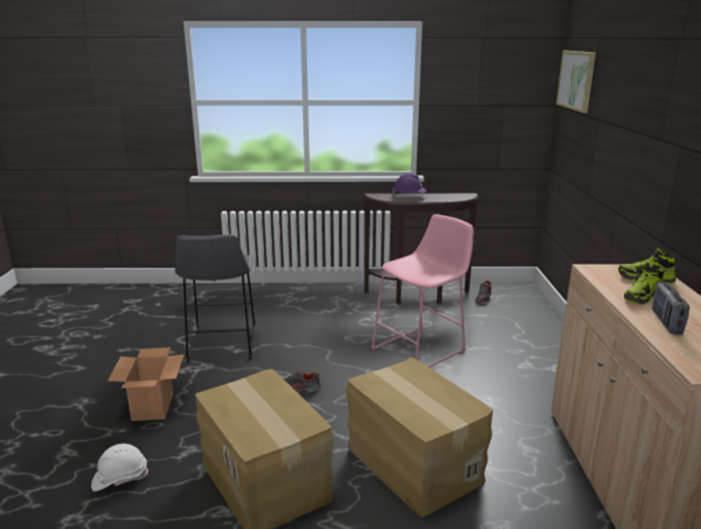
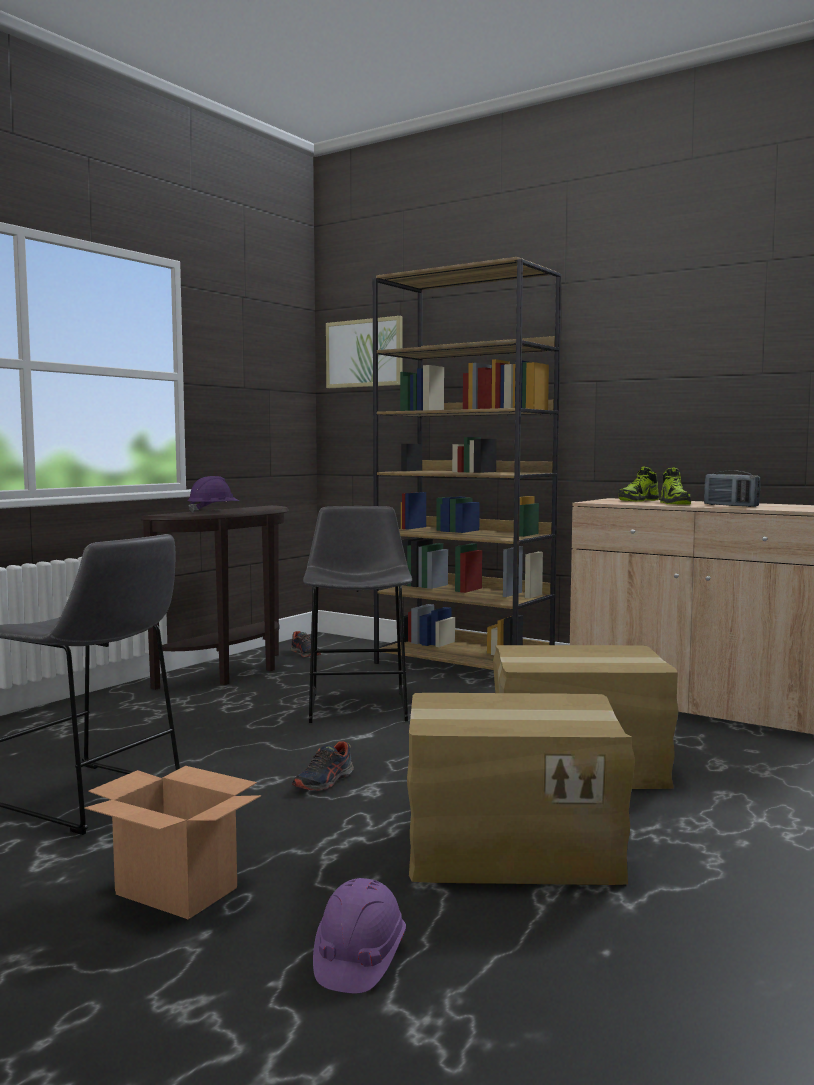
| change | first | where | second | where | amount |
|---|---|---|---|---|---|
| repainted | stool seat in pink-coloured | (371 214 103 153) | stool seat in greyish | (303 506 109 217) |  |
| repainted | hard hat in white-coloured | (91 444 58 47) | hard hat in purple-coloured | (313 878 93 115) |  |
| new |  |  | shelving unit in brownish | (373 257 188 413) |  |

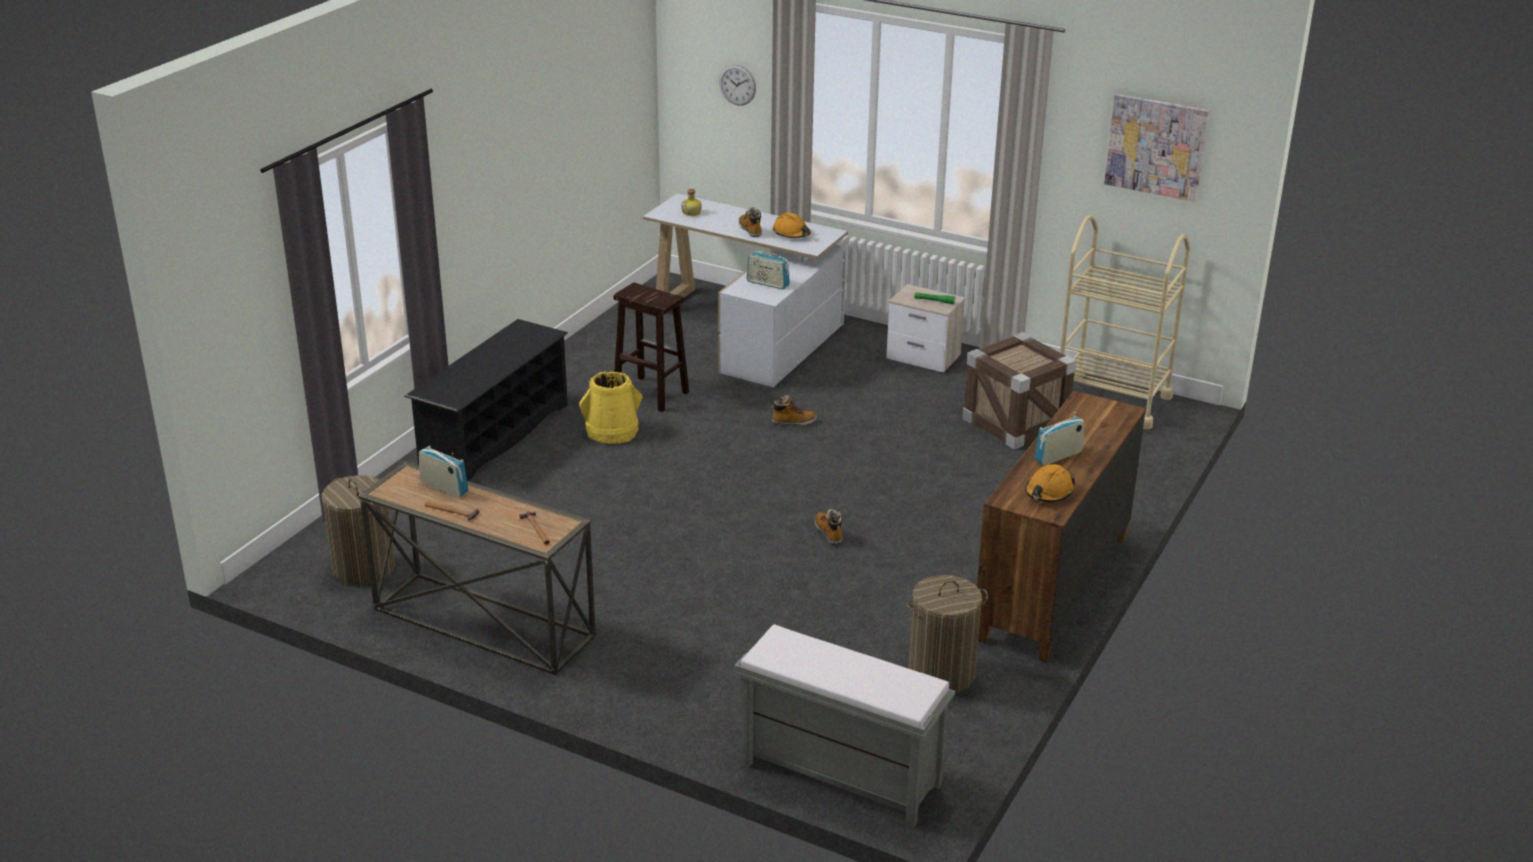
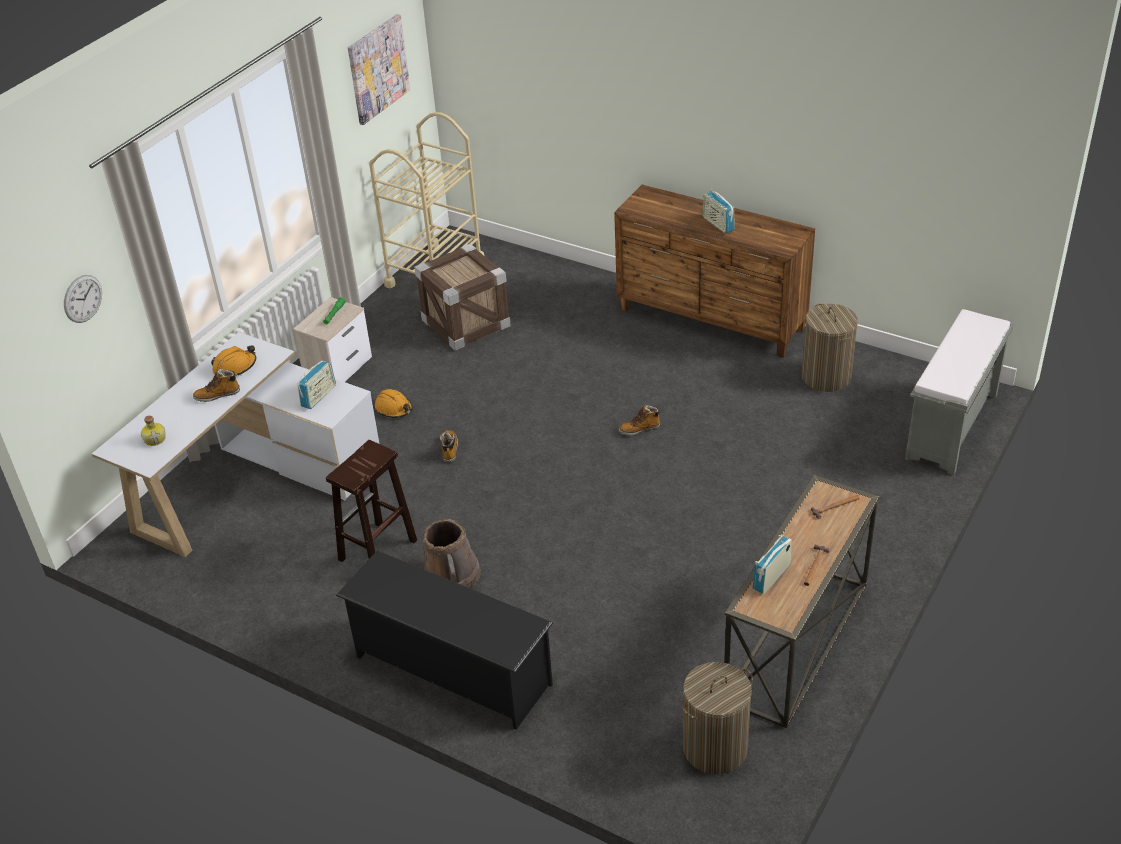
| change | first | where | second | where | amount |
|---|---|---|---|---|---|
| repainted | bucket in yellowish | (579 371 63 73) | bucket in brownish | (423 519 58 69) |  |
| shifted | hard hat in orangey | (1025 464 50 38) |  | (375 389 38 29) |  |

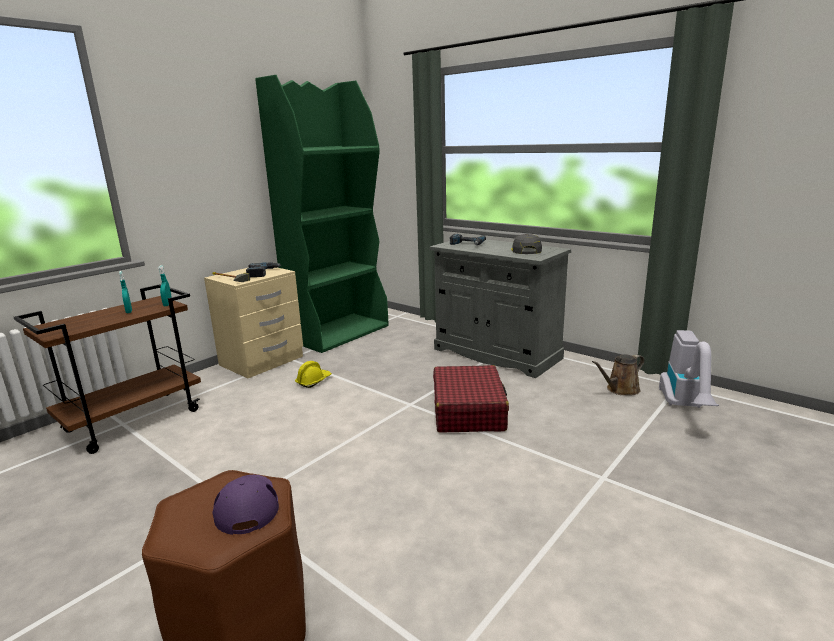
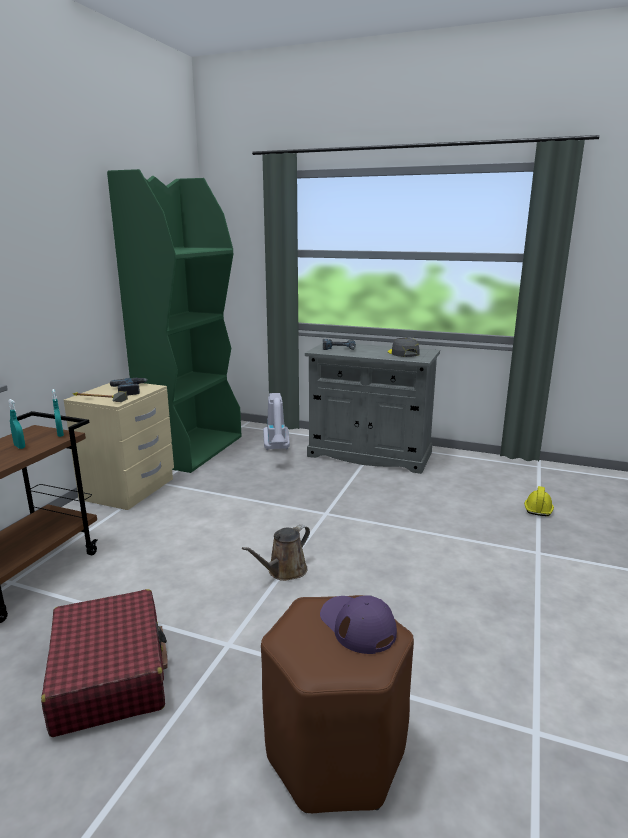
| change | first | where | second | where | amount |
|---|---|---|---|---|---|
| shifted | vacuum | (659 330 60 78) |  | (263 393 27 57) |  |
| shifted | sprinkling can in brownish | (592 354 52 41) |  | (242 525 68 56) |  |
| shifted | hard hat in yellowish | (295 361 37 27) |  | (524 486 30 30) |  |
| shifted | suitcase in red-coloured | (433 365 76 68) |  | (41 589 127 148) |  |

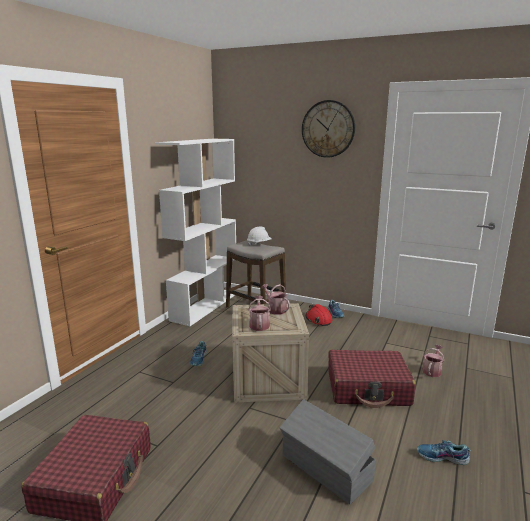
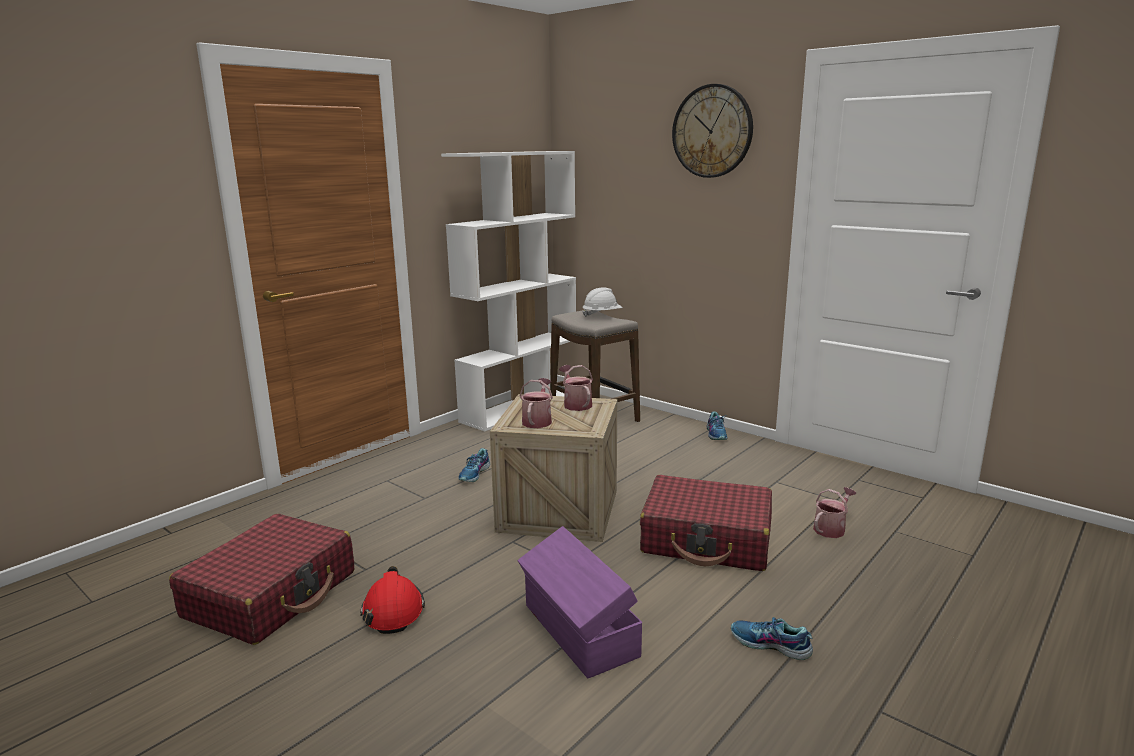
| change | first | where | second | where | amount |
|---|---|---|---|---|---|
| shifted | hard hat in red-coloured | (306 304 26 22) |  | (360 566 65 68) |  |
| repainted | storage box in greyish | (280 399 96 106) | storage box in purple-coloured | (517 526 125 152) |  |

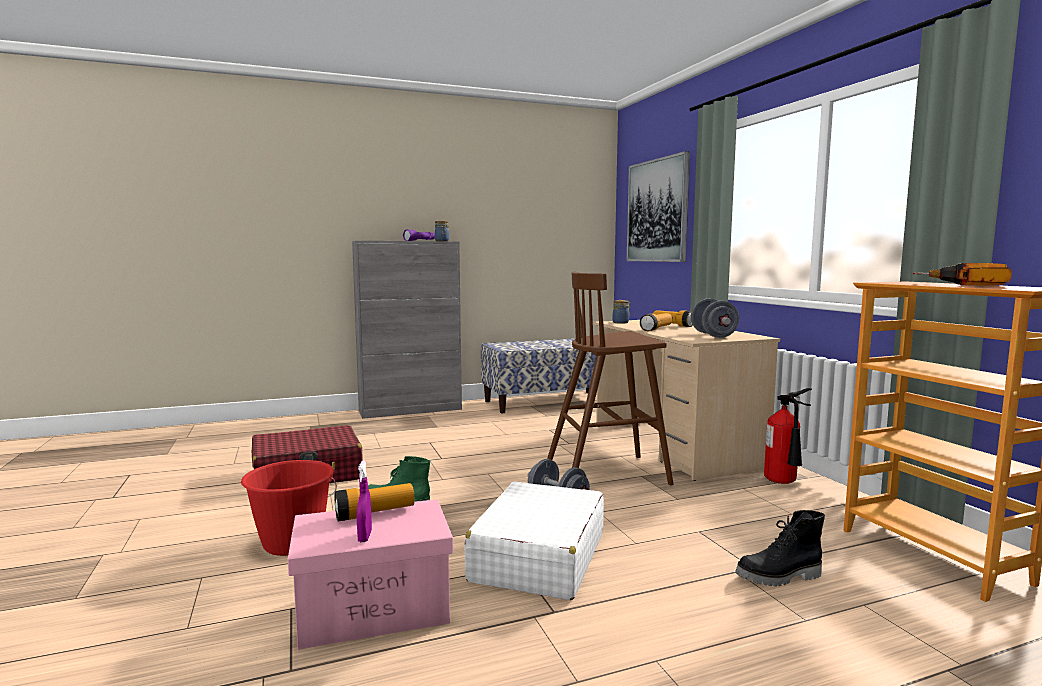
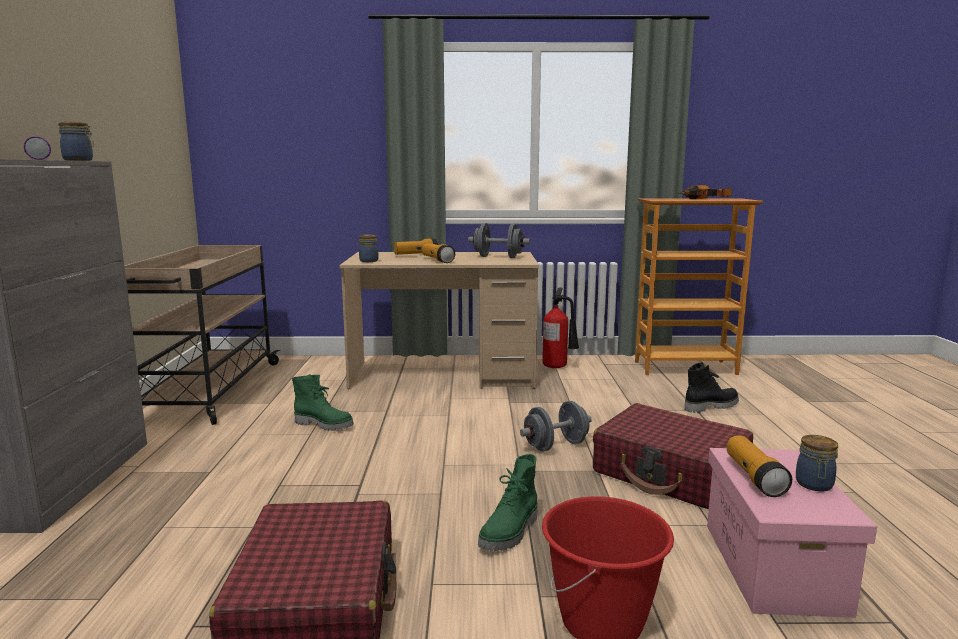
| change | first | where | second | where | amount |
|---|---|---|---|---|---|
| gone | wall picture | (627 151 63 111) |  |  |  |
| gone | stool seat in brownish | (547 271 126 214) |  |  |  |
| swapped | indoor bench | (481 338 115 75) | trolley in sand-coloured | (124 245 156 180) |  |
| swapped | spray bottle in purple-coloured | (357 461 15 81) | jar | (796 435 42 57) |  |
| repainted | suitcase in white-coloured | (464 482 140 118) | suitcase in red-coloured | (593 403 160 106) |  |
| rotated | tall boot in blackish | (735 510 90 76) |  | (684 362 55 51) | 120 degrees counterclockwise |
| new |  |  | tall boot in green-coloured | (292 374 62 57) |  |

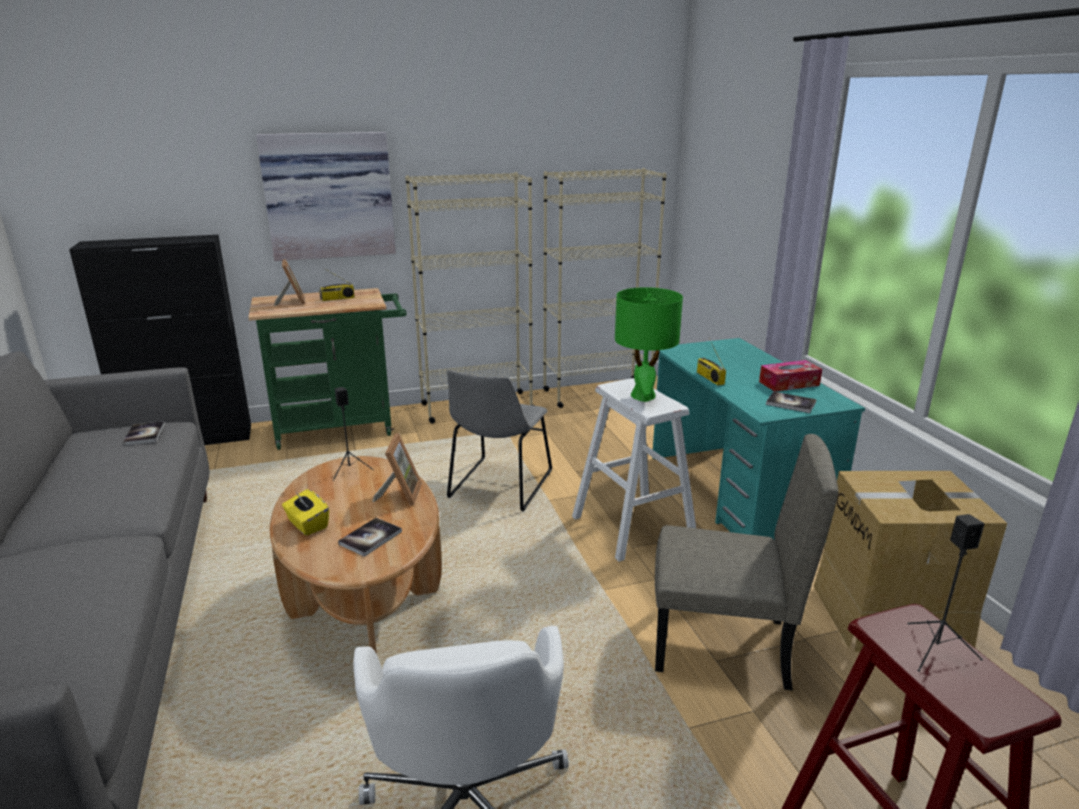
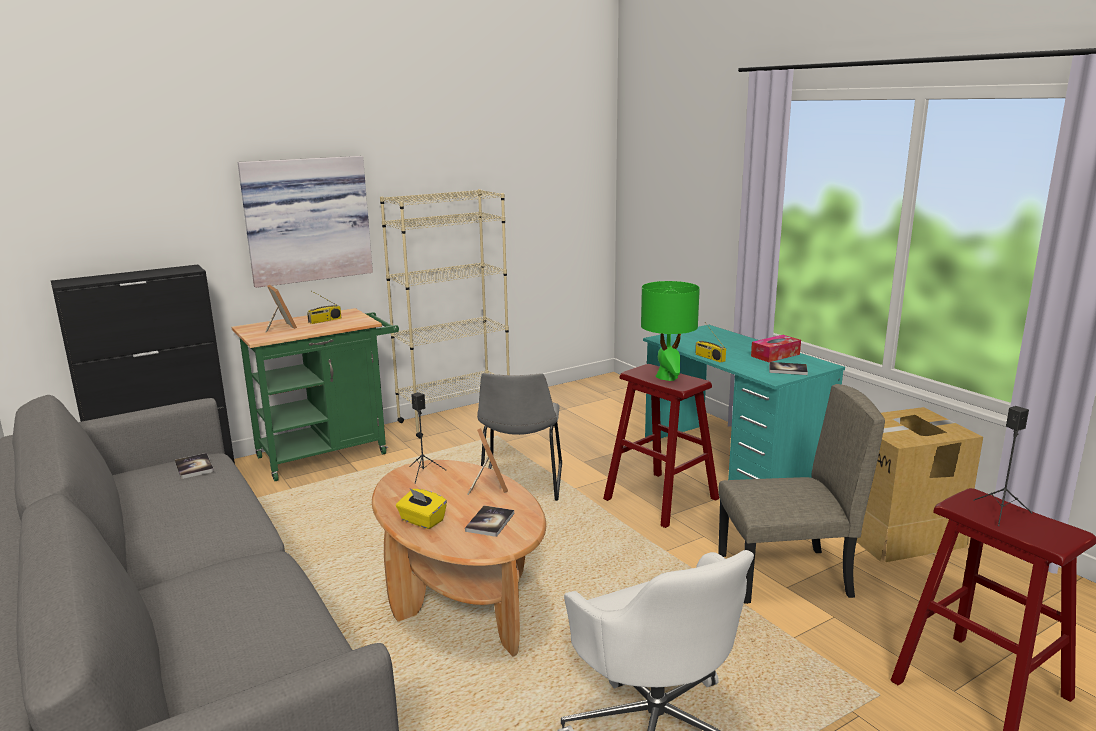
| change | first | where | second | where | amount |
|---|---|---|---|---|---|
| gone | shelving unit in sand-coloured | (543 168 124 240) |  |  |  |
| repainted | stool seat in white-coloured | (572 378 124 184) | stool seat in red-coloured | (603 364 116 164) |  |

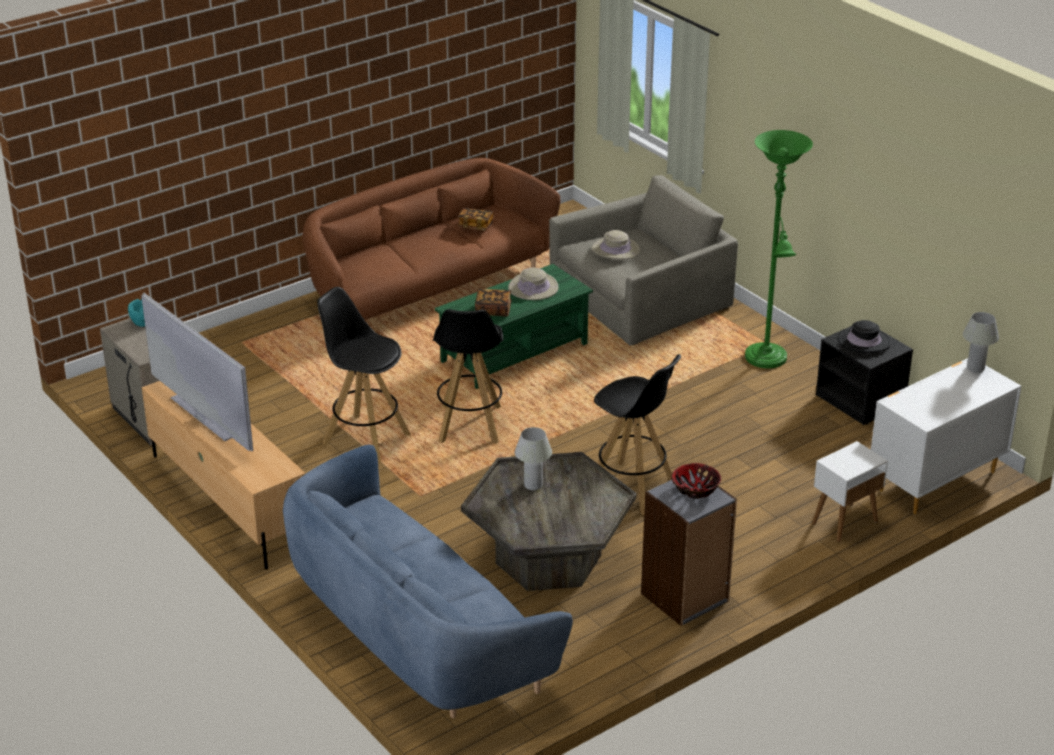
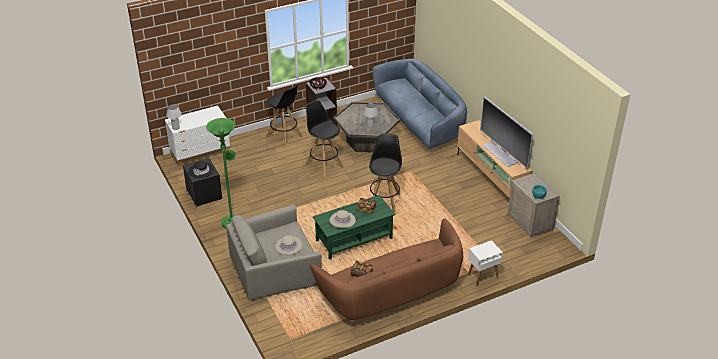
| change | first | where | second | where | amount |
|---|---|---|---|---|---|
| shifted | stool seat in blackish | (317 287 94 177) |  | (266 84 37 63) |  |
| shifted | side table in white-coloured | (812 441 76 101) |  | (467 240 36 46) |  |

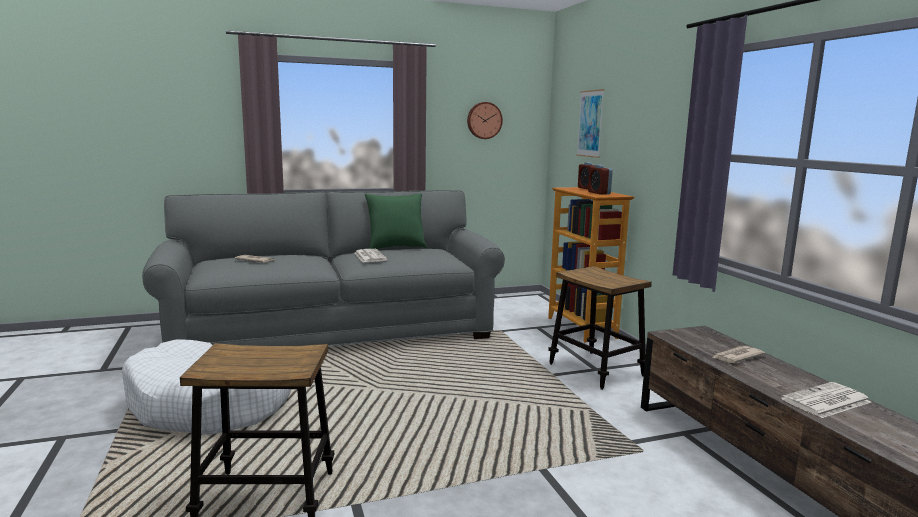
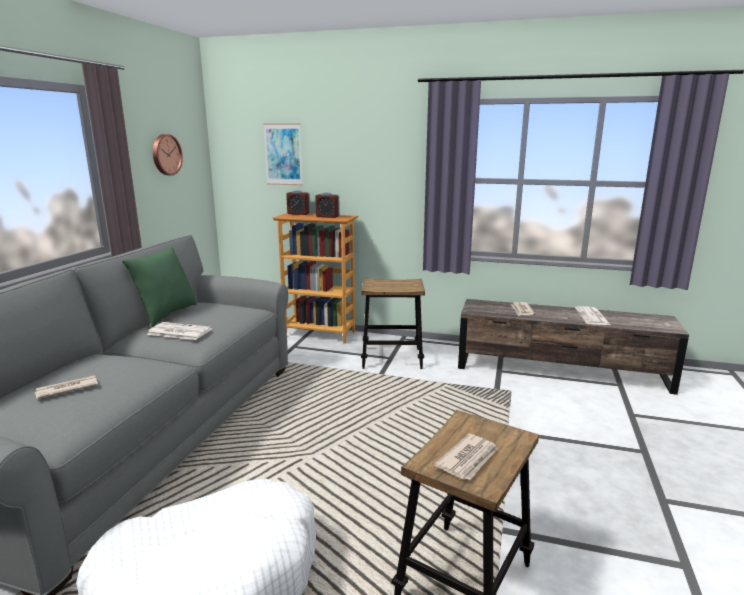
| change | first | where | second | where | amount |
|---|---|---|---|---|---|
| new |  |  | printed paper | (434 434 64 46) |  |

